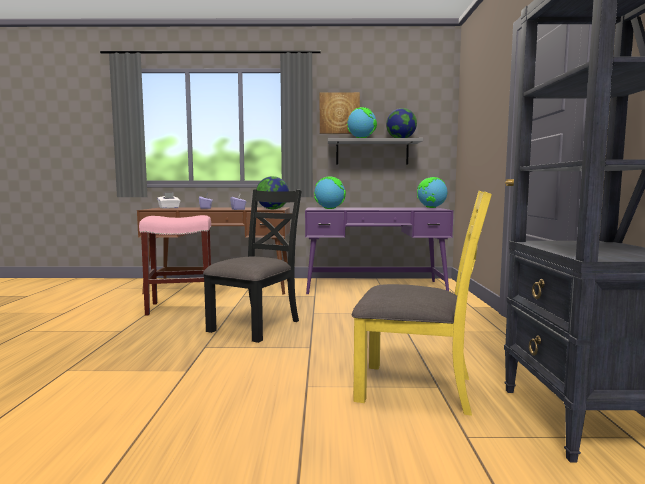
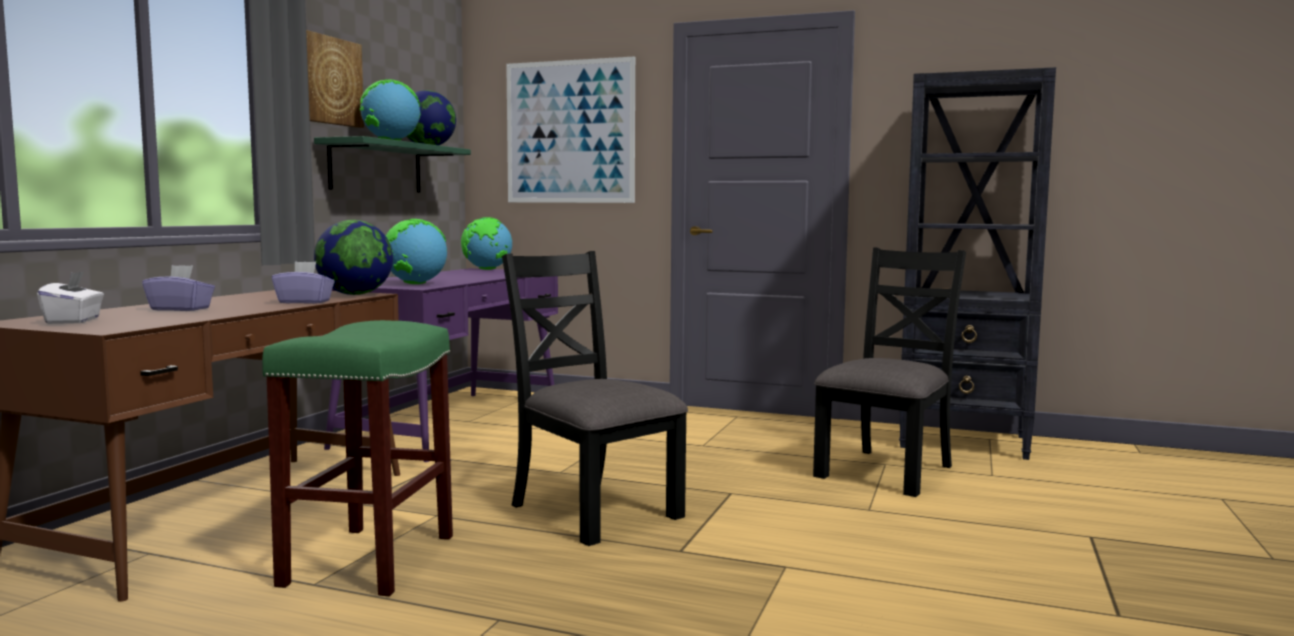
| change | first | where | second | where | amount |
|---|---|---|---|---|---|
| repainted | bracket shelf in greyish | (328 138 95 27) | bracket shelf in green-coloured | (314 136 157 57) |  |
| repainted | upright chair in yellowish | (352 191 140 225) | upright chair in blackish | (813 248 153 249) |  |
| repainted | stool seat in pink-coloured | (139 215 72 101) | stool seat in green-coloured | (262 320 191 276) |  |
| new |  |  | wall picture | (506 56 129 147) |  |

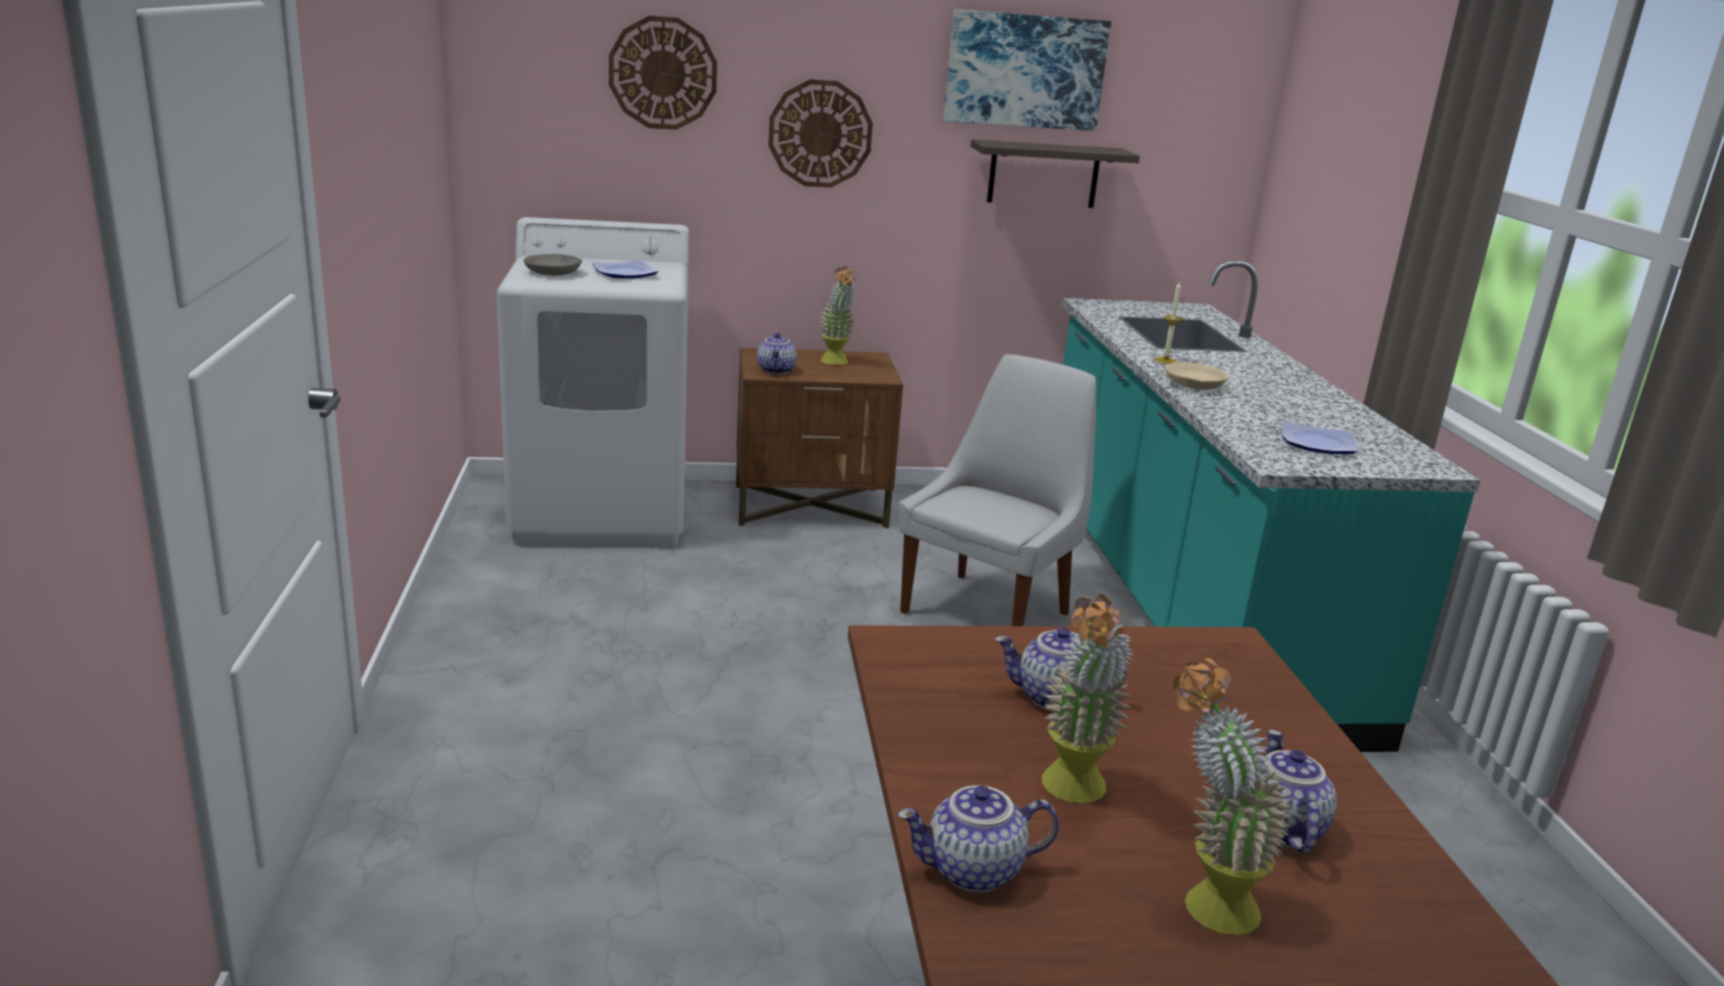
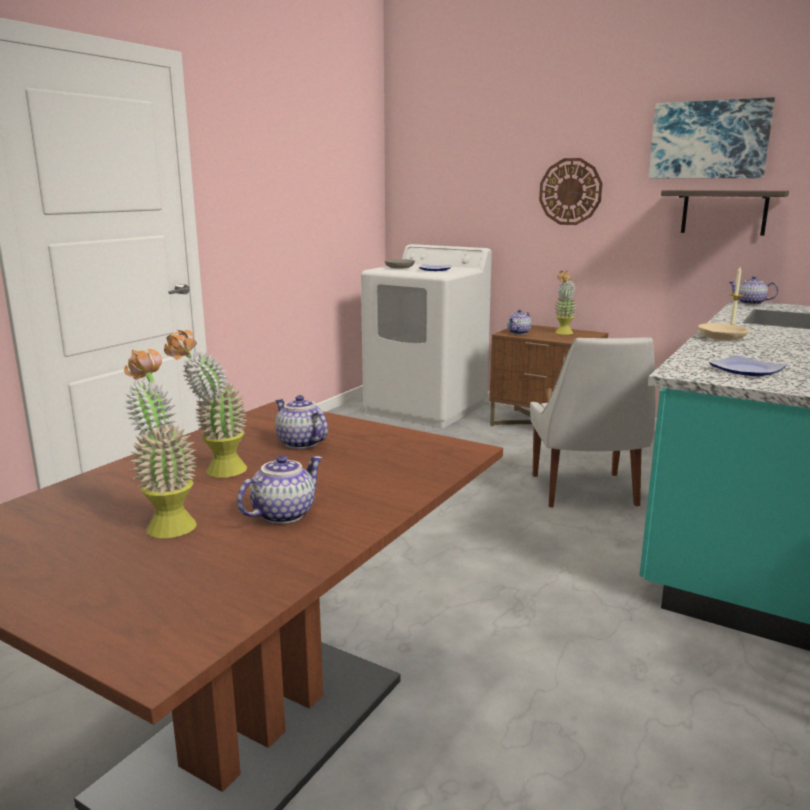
| change | first | where | second | where | amount |
|---|---|---|---|---|---|
| gone | wall clock | (609 16 108 114) |  |  |  |
| rotated | upright chair in white-coloured | (899 354 197 272) |  | (530 337 125 171) | 105 degrees clockwise |
| shifted | teapot | (898 785 161 108) |  | (729 276 50 29) |  |

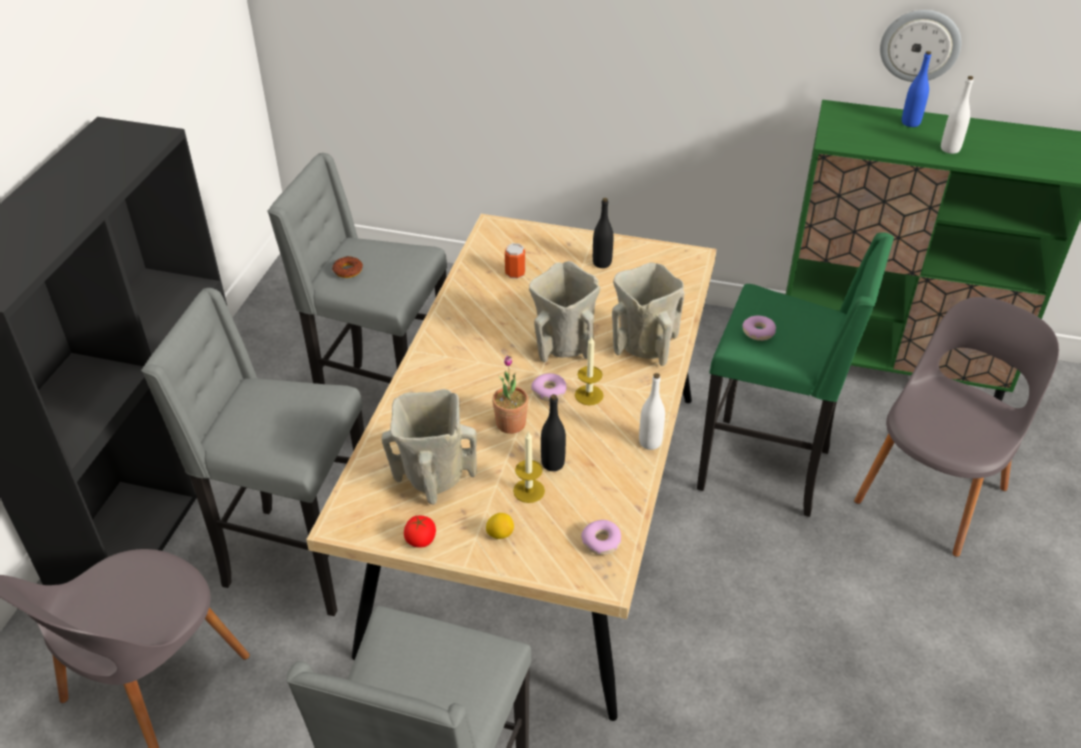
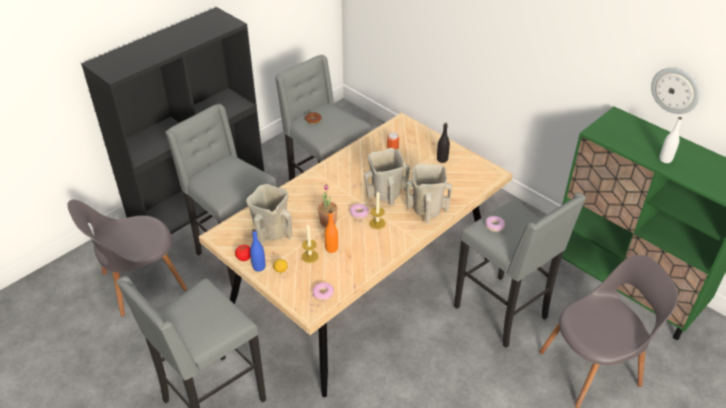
| change | first | where | second | where | amount |
|---|---|---|---|---|---|
| shifted | beverage bottle in blue-coloured | (902 51 29 76) |  | (250 229 16 43) |  |
| repainted | stool seat in green-coloured | (697 232 197 285) | stool seat in greyish | (454 193 132 155) |  |
| gone | beverage bottle in white-coloured | (639 373 26 77) |  |  |  |
| repainted | beverage bottle in blackish | (541 394 25 77) | beverage bottle in orangey | (324 210 14 43) |  |

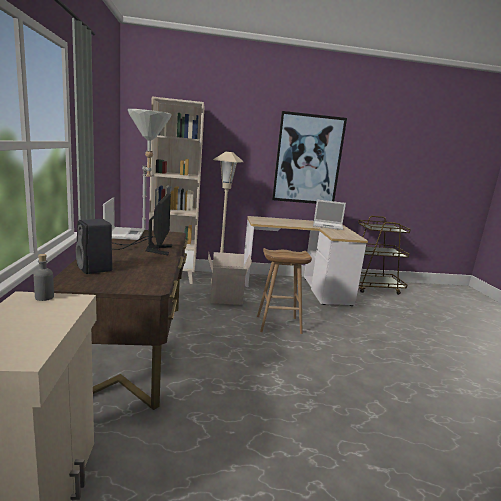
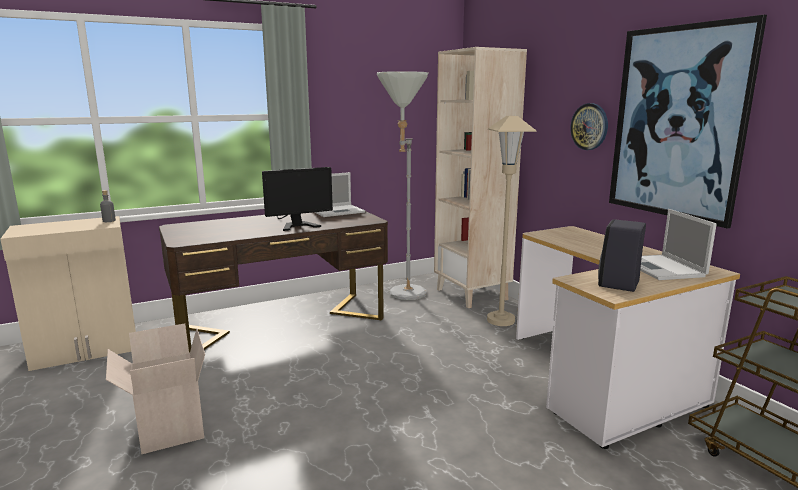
| change | first | where | second | where | amount |
|---|---|---|---|---|---|
| shifted | audio speaker in blackish | (76 219 37 55) |  | (598 219 48 73) |  |
| gone | stool seat in brownish | (257 248 55 86) |  |  |  |
| shifted | packing box | (208 252 44 53) |  | (106 323 99 131) |  |
| new |  |  | wall clock | (570 103 38 47) |  |

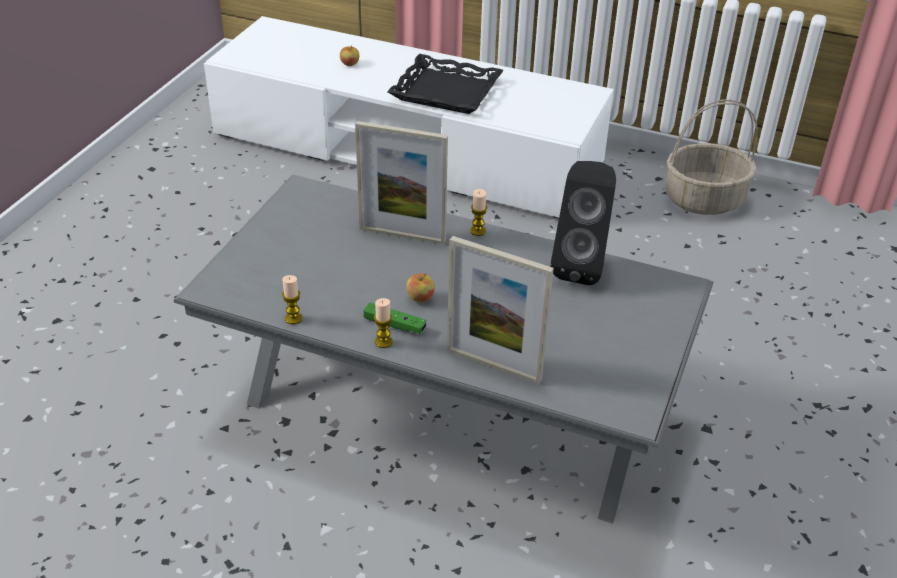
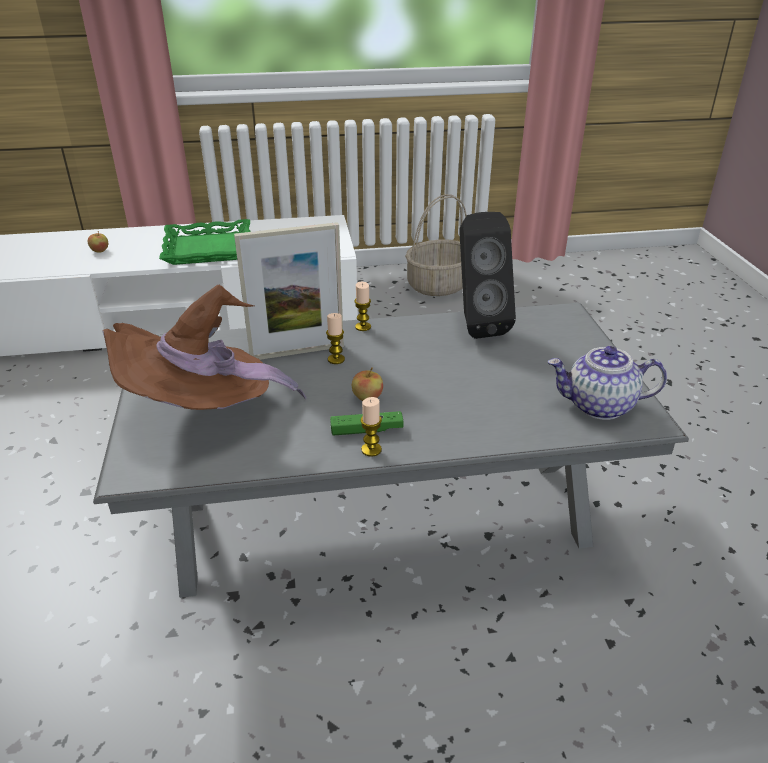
| change | first | where | second | where | amount |
|---|---|---|---|---|---|
| repainted | carrying tray in blackish | (387 54 117 60) | carrying tray in green-coloured | (159 219 92 46) |  |
| gone | picture frame | (447 236 107 148) |  |  |  |
| shifted | wax candle | (282 275 20 49) |  | (326 313 19 51) |  |
| new |  |  | clothing hat in brownish | (102 285 204 125) |  |
| new |  |  | teapot | (548 346 119 74) |  |

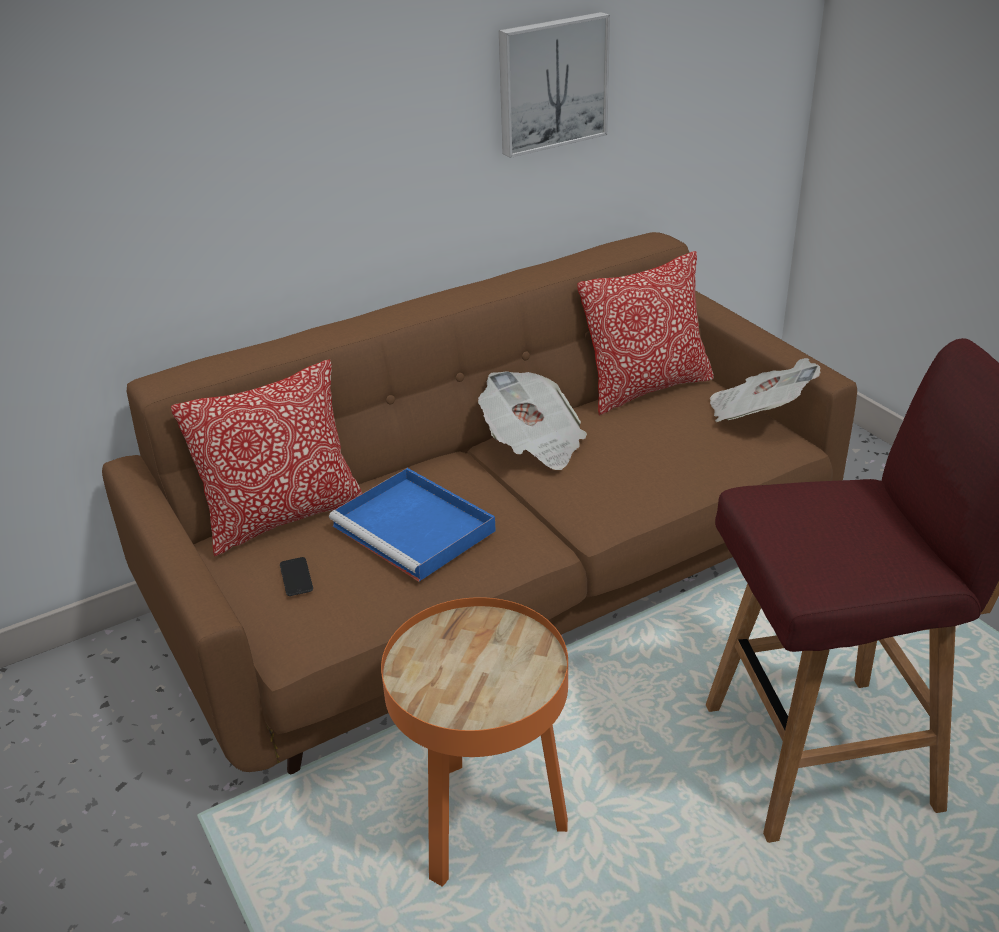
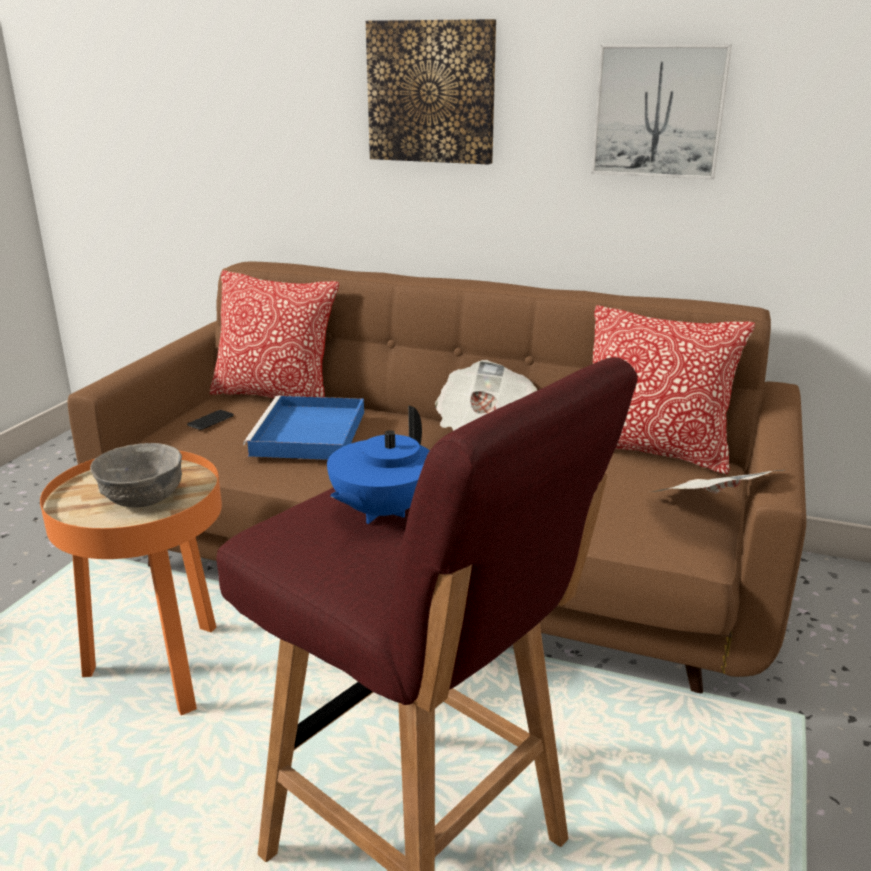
| change | first | where | second | where | amount |
|---|---|---|---|---|---|
| new |  |  | wall picture | (366 19 130 146) |  |
| new |  |  | teapot in blue-coloured | (327 405 103 119) |  |
| new |  |  | serving bowl in greyish | (90 443 92 64) |  |

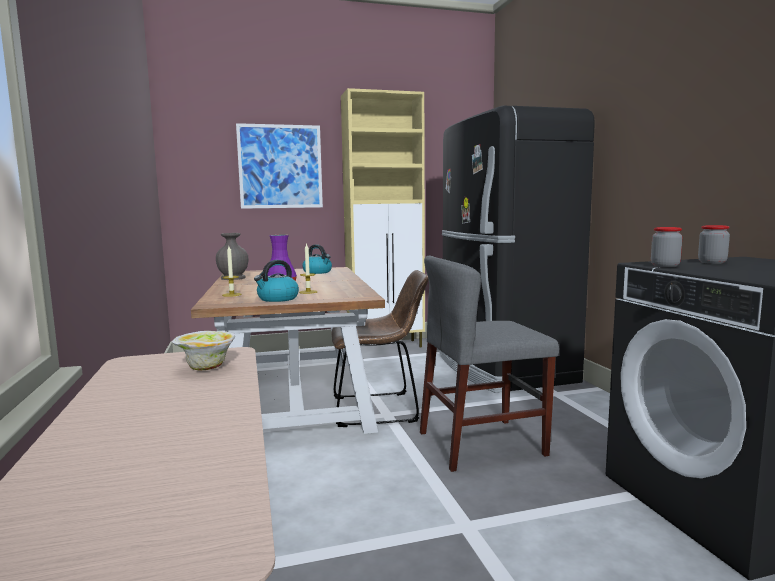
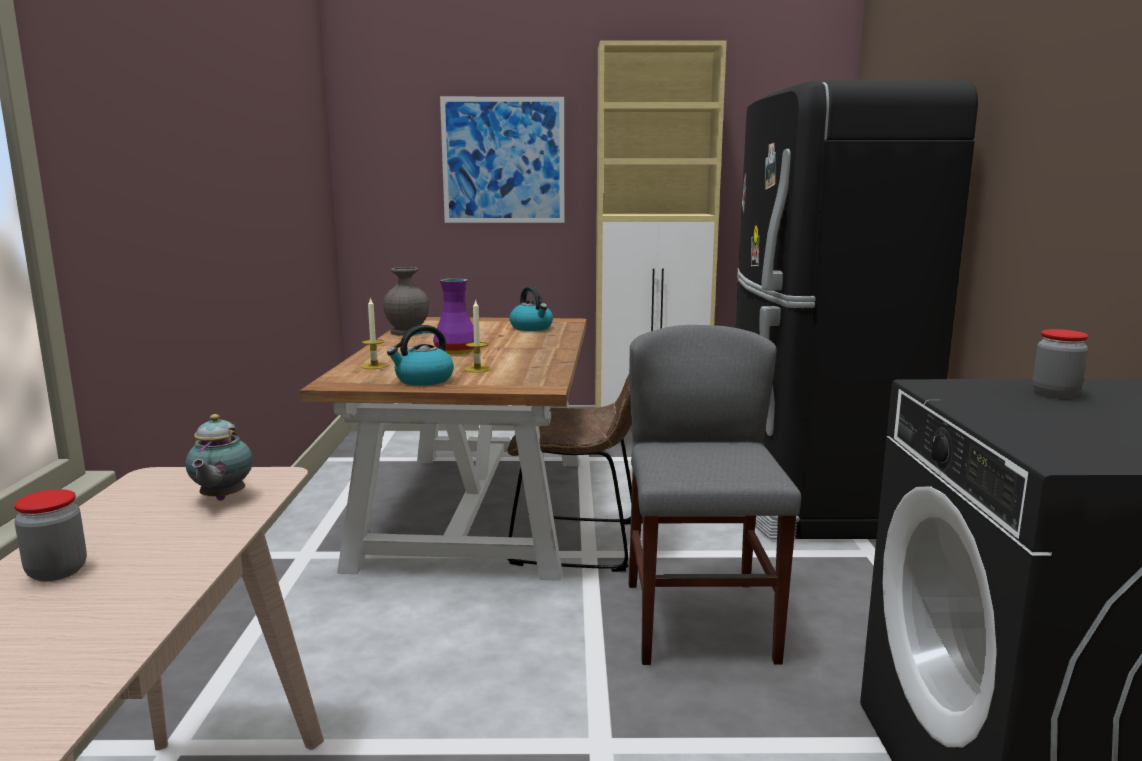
| change | first | where | second | where | amount |
|---|---|---|---|---|---|
| shifted | jar | (651 227 31 40) |  | (14 489 73 92) |  |
| rotated | upright chair in greyish | (420 256 139 216) |  | (629 325 172 340) | 90 degrees clockwise |
| swapped | serving bowl | (172 331 63 39) | teapot | (185 414 68 87) |  |

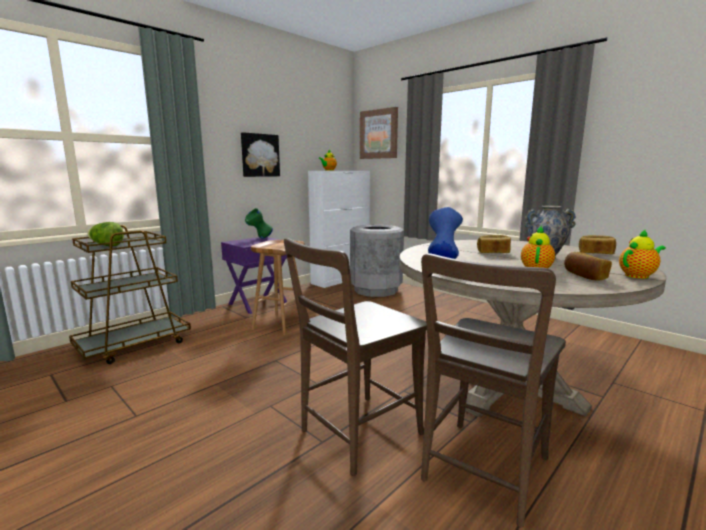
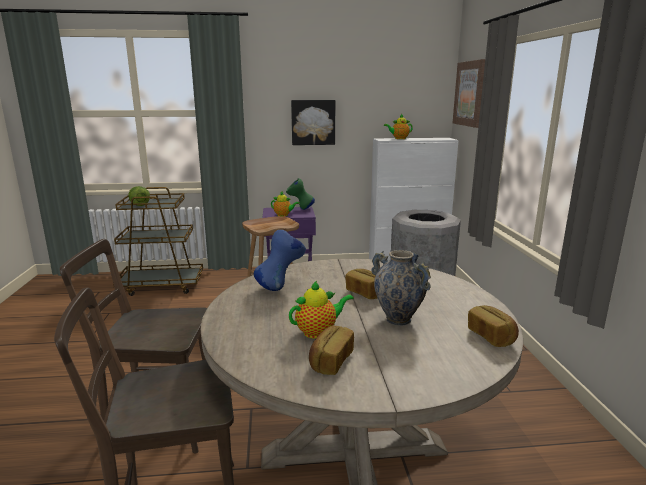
| change | first | where | second | where | amount |
|---|---|---|---|---|---|
| shifted | teapot | (619 229 47 50) |  | (271 192 29 25) |  |

